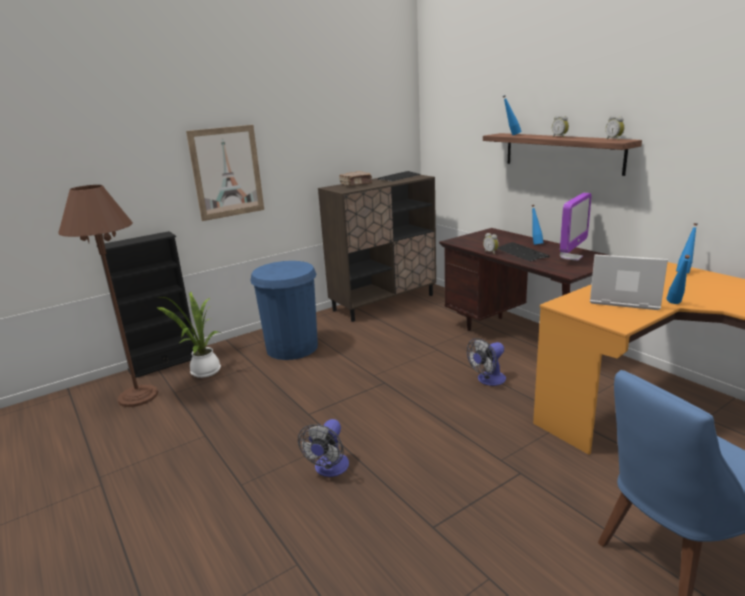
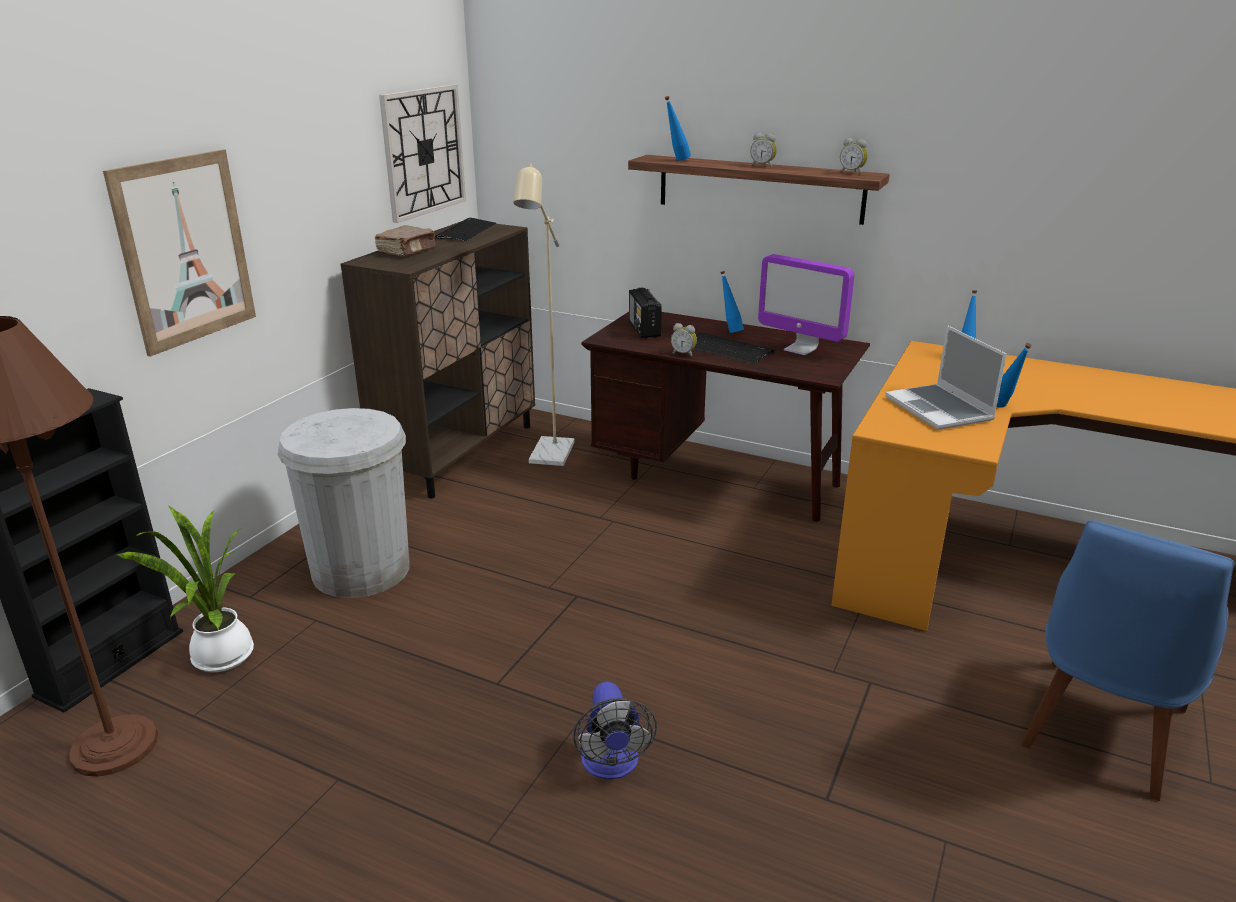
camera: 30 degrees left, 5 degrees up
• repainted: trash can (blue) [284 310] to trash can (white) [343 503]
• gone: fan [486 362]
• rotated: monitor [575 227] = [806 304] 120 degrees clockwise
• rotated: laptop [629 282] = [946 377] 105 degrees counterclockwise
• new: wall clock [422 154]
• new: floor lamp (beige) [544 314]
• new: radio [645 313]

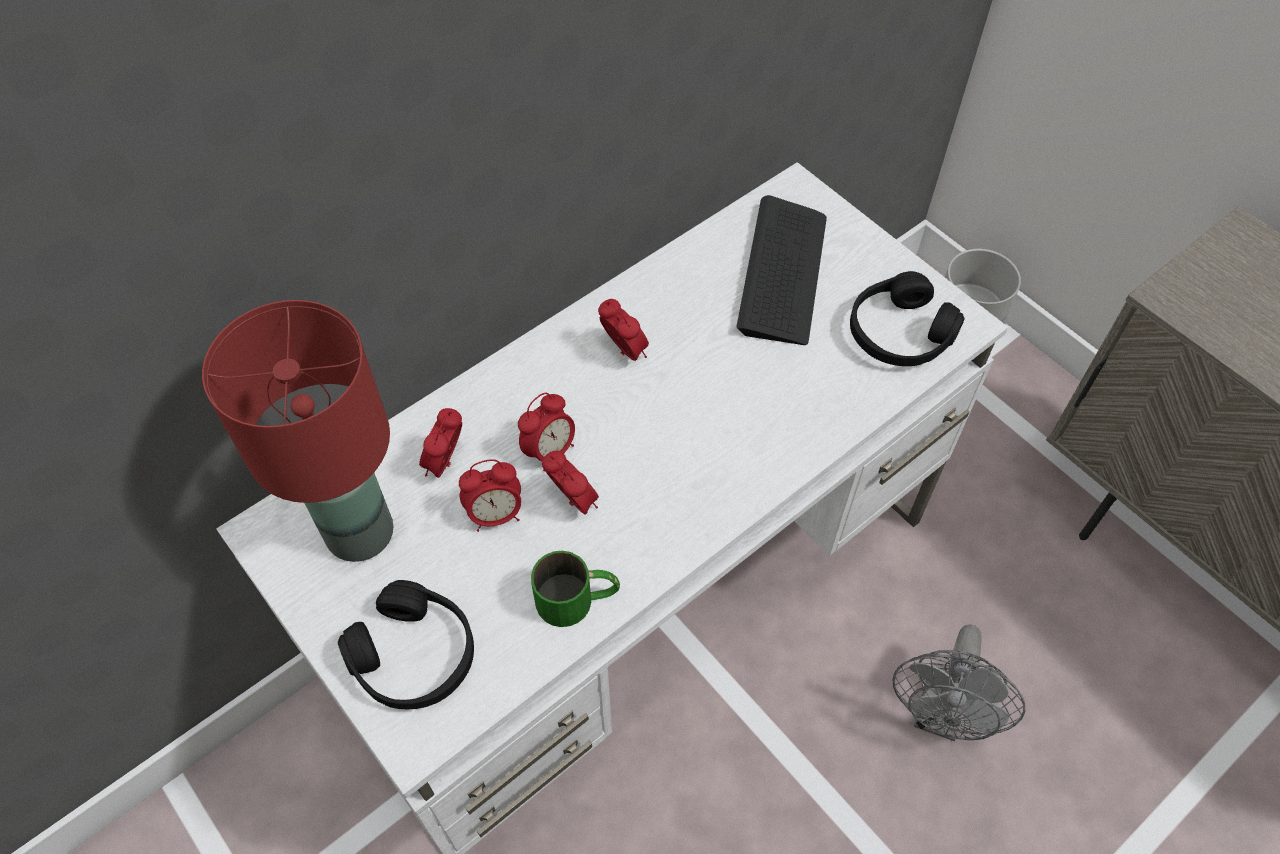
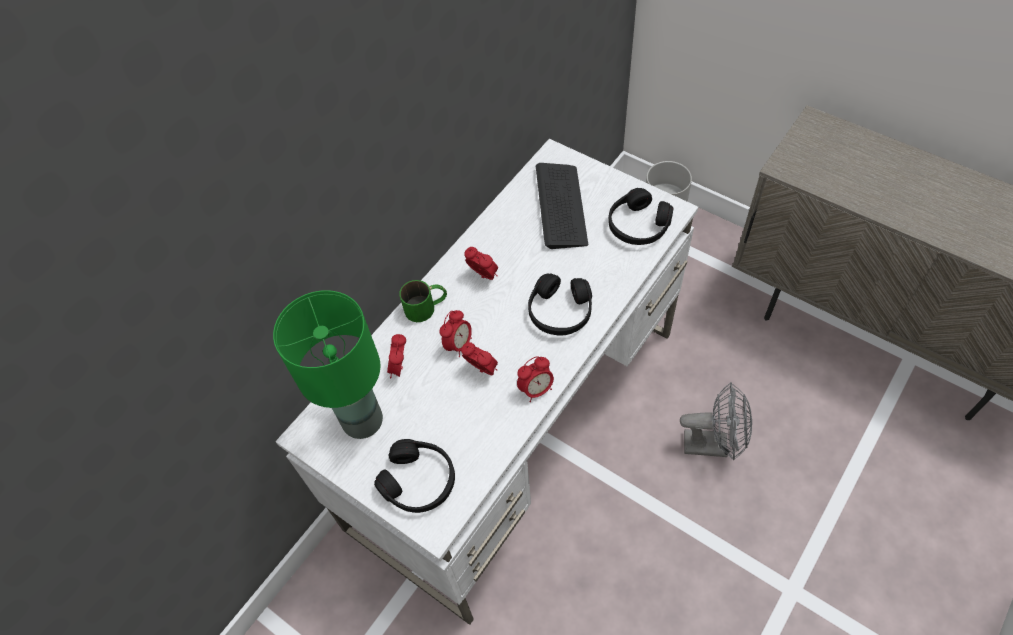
camera: 10 degrees left, 0 degrees up
• repainted: table lamp (red) [298 431] to table lamp (green) [328 364]
• shifted: alarm clock [490 495] to [535 379]
• shifted: mug (green) [575 589] to [423 301]
• rotated: fan (grey) [959 682] = [716 421] 90 degrees counterclockwise
• new: headphones (black) [560 304]

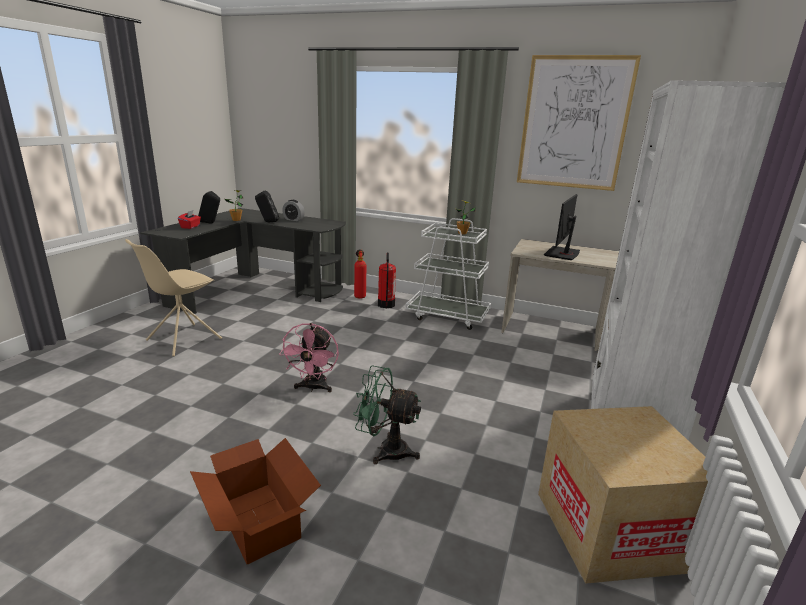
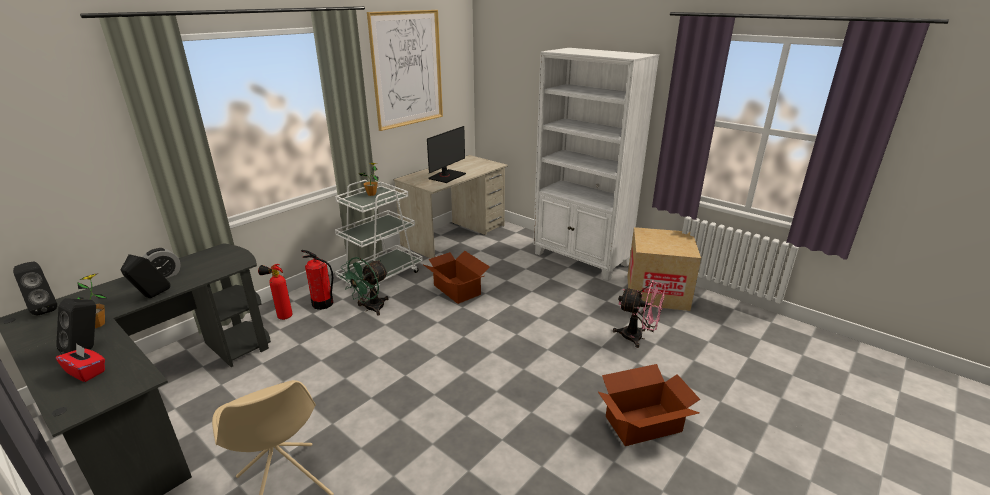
camera: 70 degrees left, 5 degrees up
• shifted: fan (pink) [309 357] to [639 314]
• shifted: fan (green) [387 415] to [364 286]
• rotated: monitor [562 227] = [446 154] 105 degrees counterclockwise
• new: speaker (black) [35 288]
• new: cardboard box [457 277]

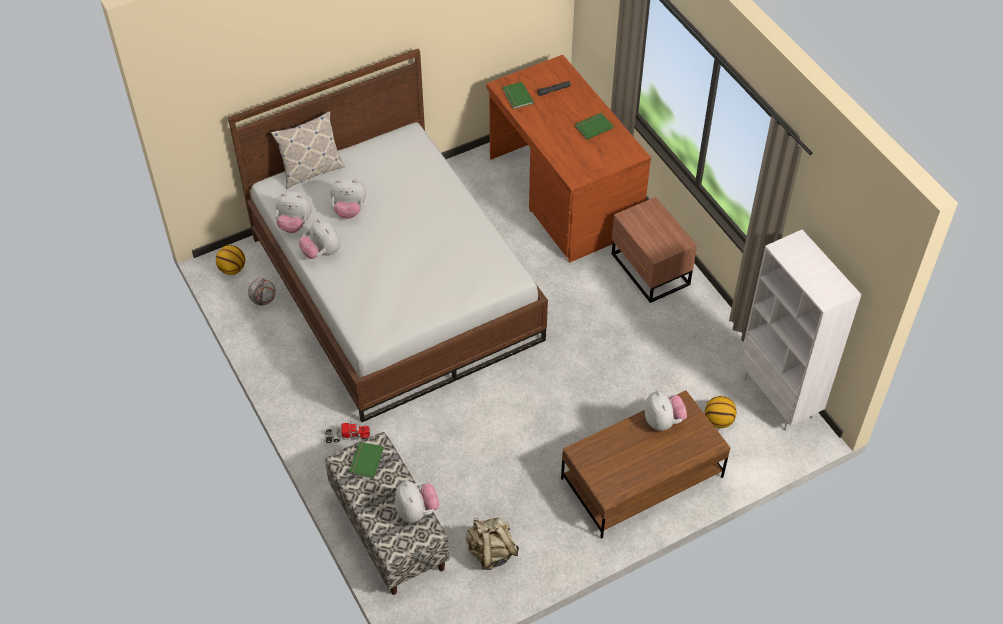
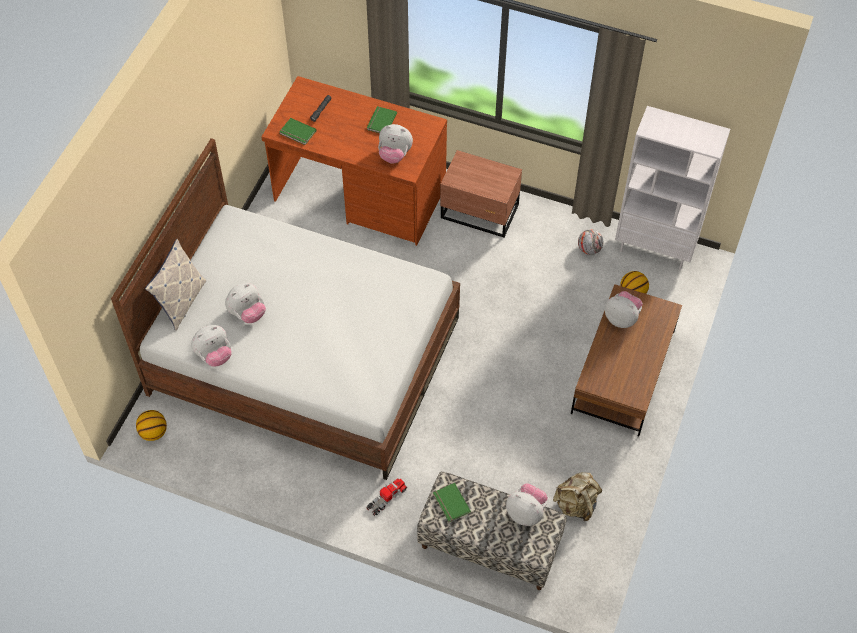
camera: 40 degrees left, 5 degrees up
• shifted: football [262 292] to [590 242]
• shifted: plush toy [319 239] to [395 144]

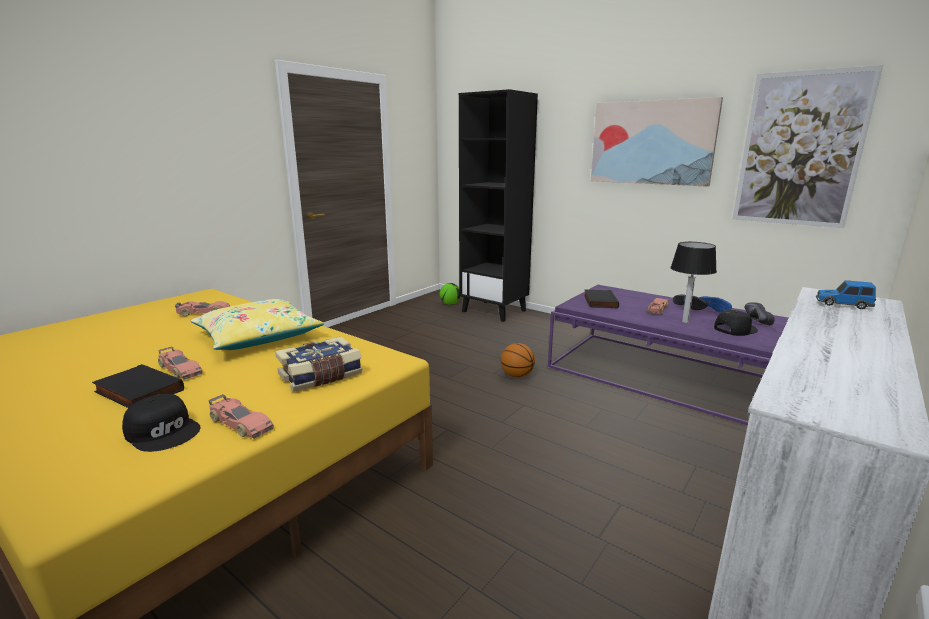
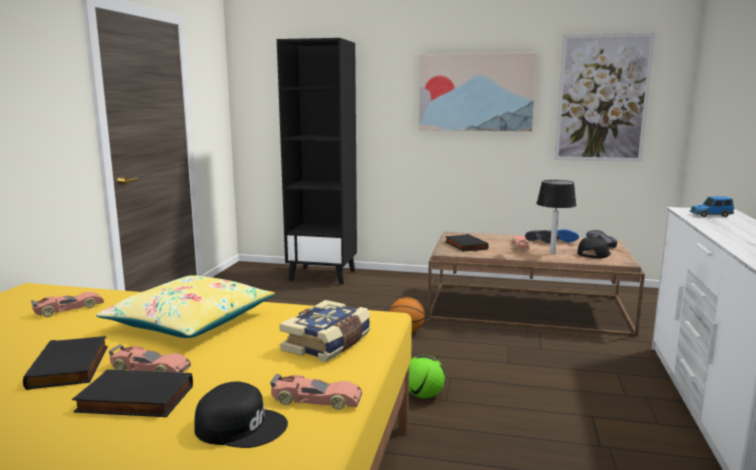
camera: 25 degrees left, 5 degrees down
• shifted: football [450 294] to [427 376]
• repainted: coffee table (purple) [668 355] to coffee table (brown) [536 284]
• new: book (black) [65 363]

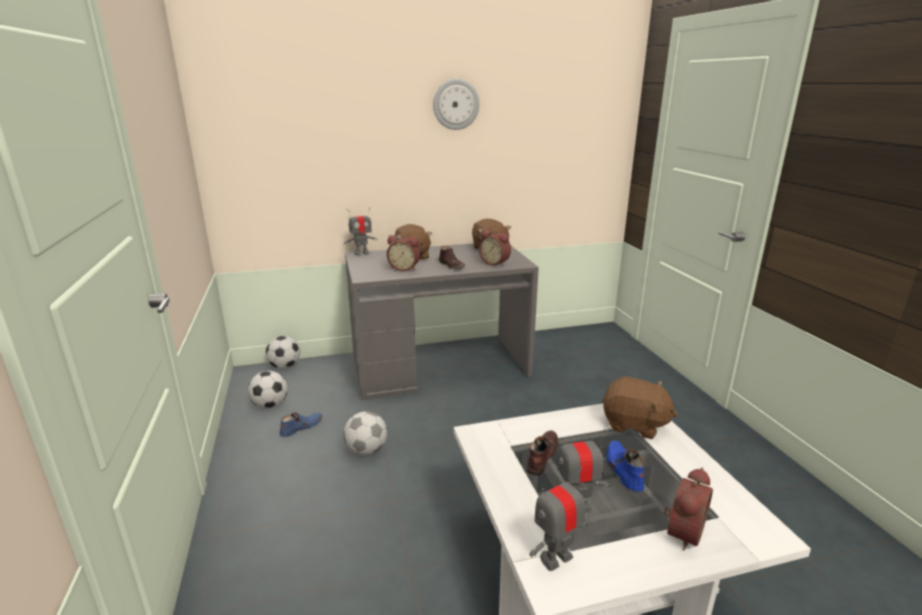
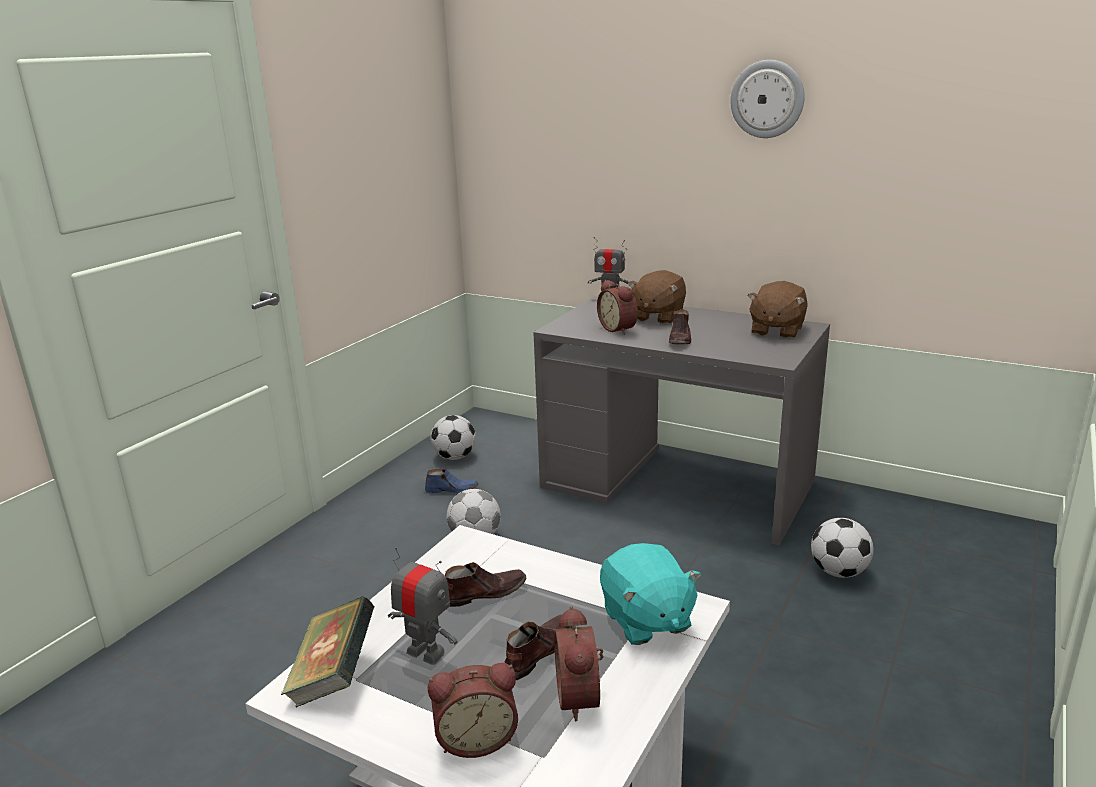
camera: 45 degrees right, 0 degrees up
• shifted: football [283 352] to [842 548]
• shifted: alarm clock [495 247] to [578 664]
• swapped: toy robot [558 519] to book [327 652]
• repainted: plush toy (brown) [640 407] to plush toy (turquoise) [650 594]
• repainted: shoe (blue) [625 465] to shoe (brown) [537 647]

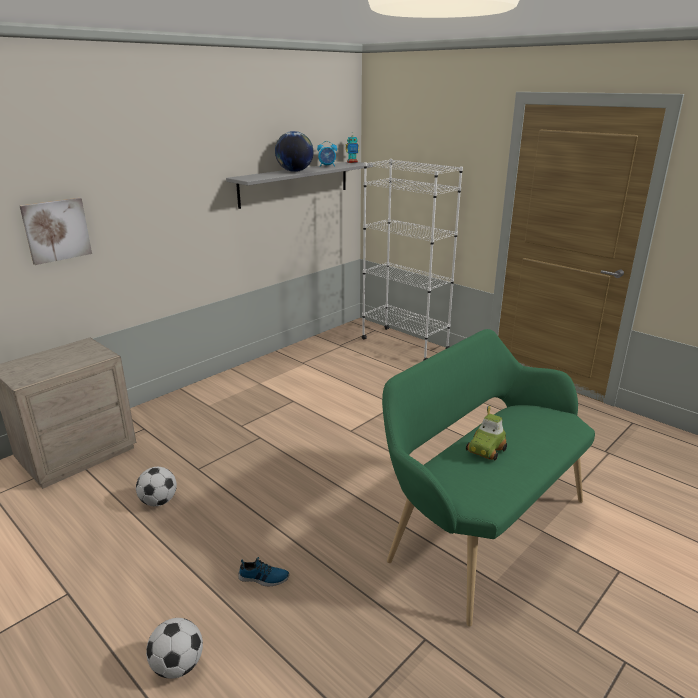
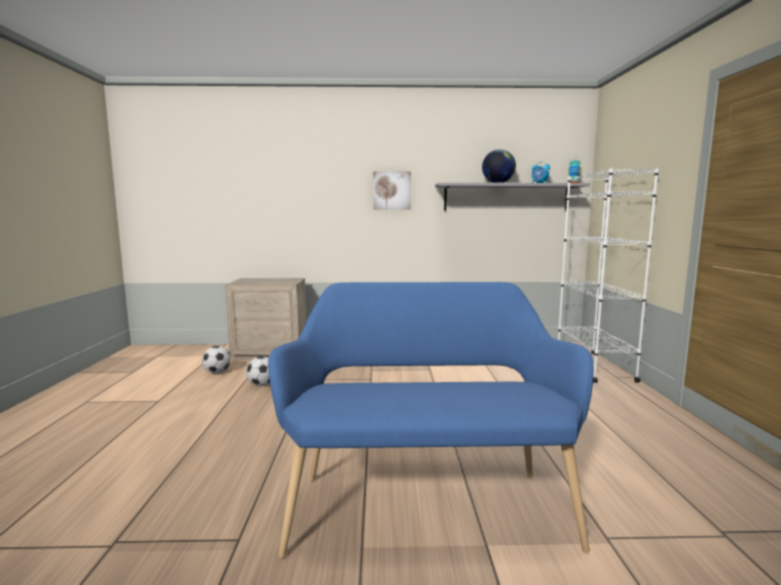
camera: 45 degrees right, 15 degrees down
• shifted: picture [56 231] to [392 190]
• shifted: football [174 648] to [216 359]
• gone: shoe [263 571]
• repainted: bench (green) [488 477] to bench (blue) [431 420]
• gone: toy car [486 433]

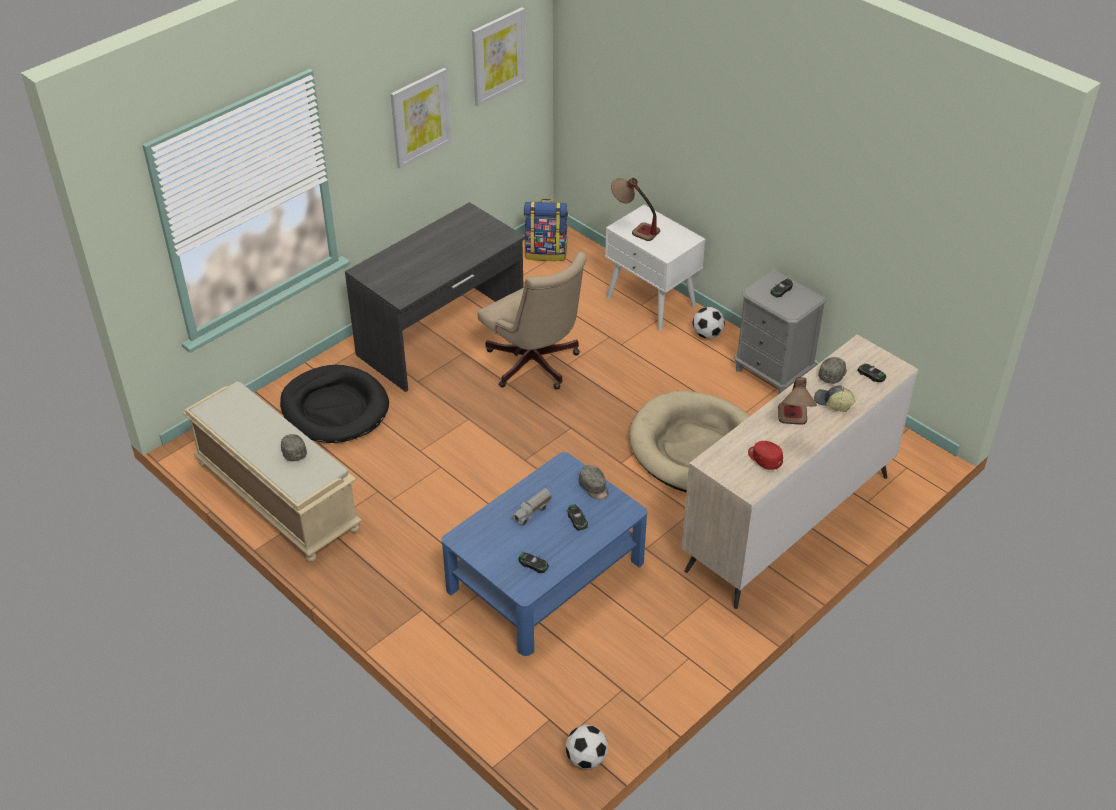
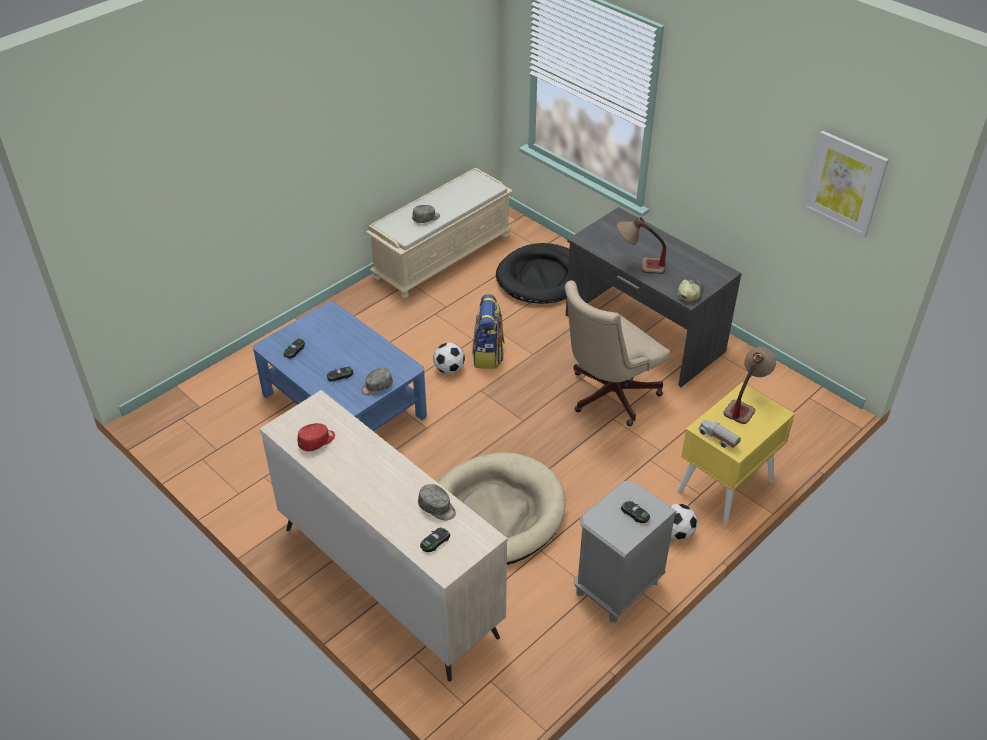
camera: 90 degrees right, 0 degrees up
• gone: picture [421 118]
• shifted: toy truck [532 506] to [719 434]
• shifted: backpack [546 230] to [488 331]
• shifted: football [587 747] to [449 358]
• repainted: nightstand (white) [655 268] to nightstand (yellow) [736 454]
• shifted: table lamp [797 401] to [641 245]
• shifted: cap [834 399] to [691 290]

